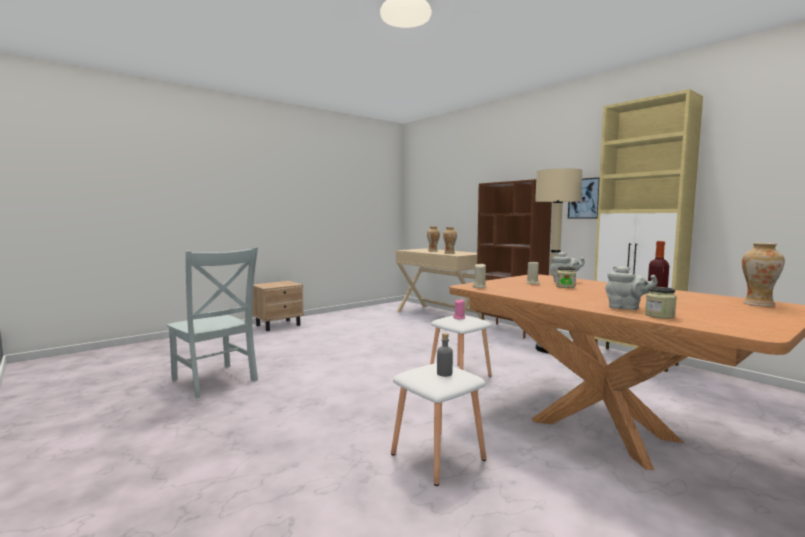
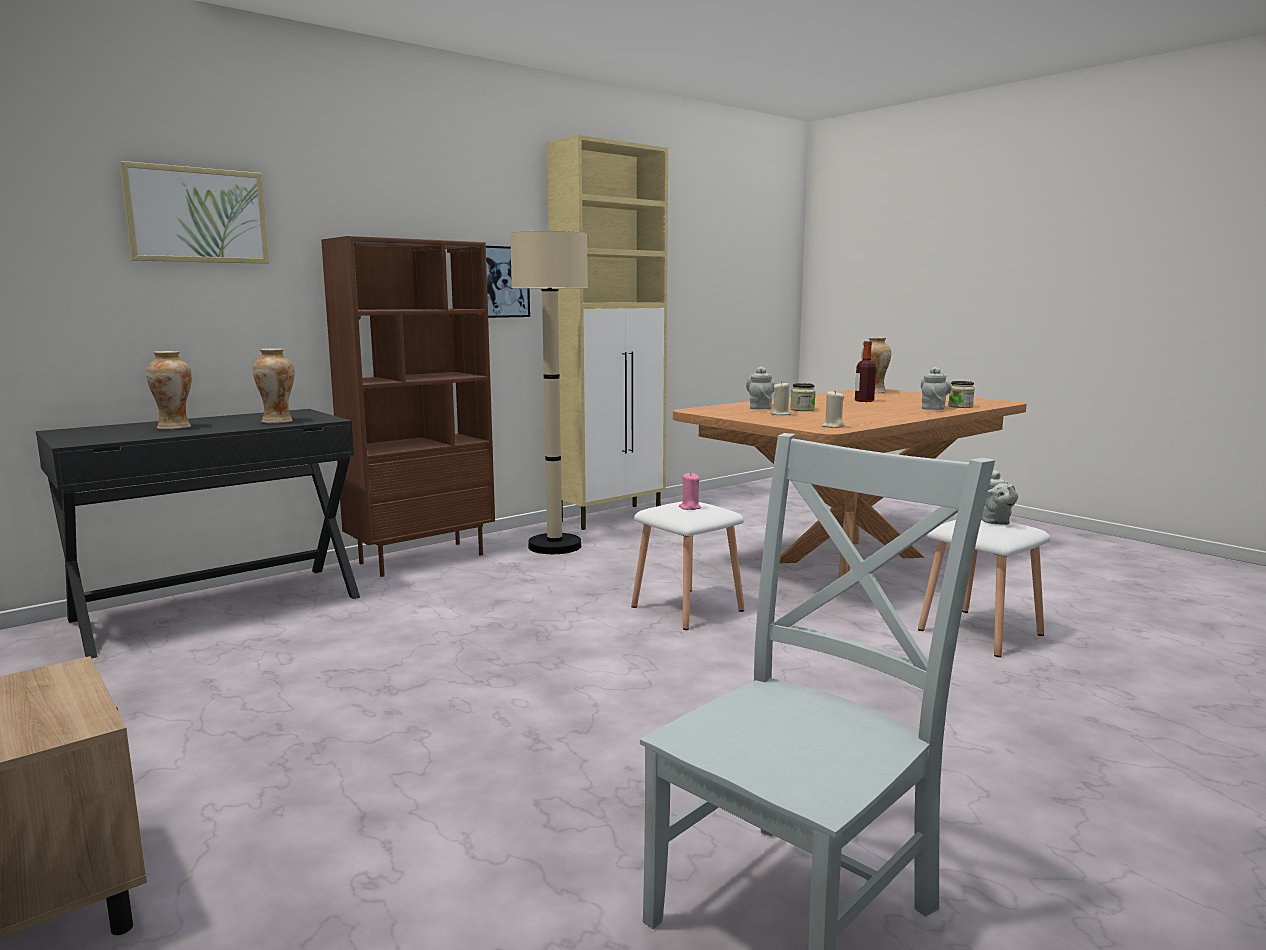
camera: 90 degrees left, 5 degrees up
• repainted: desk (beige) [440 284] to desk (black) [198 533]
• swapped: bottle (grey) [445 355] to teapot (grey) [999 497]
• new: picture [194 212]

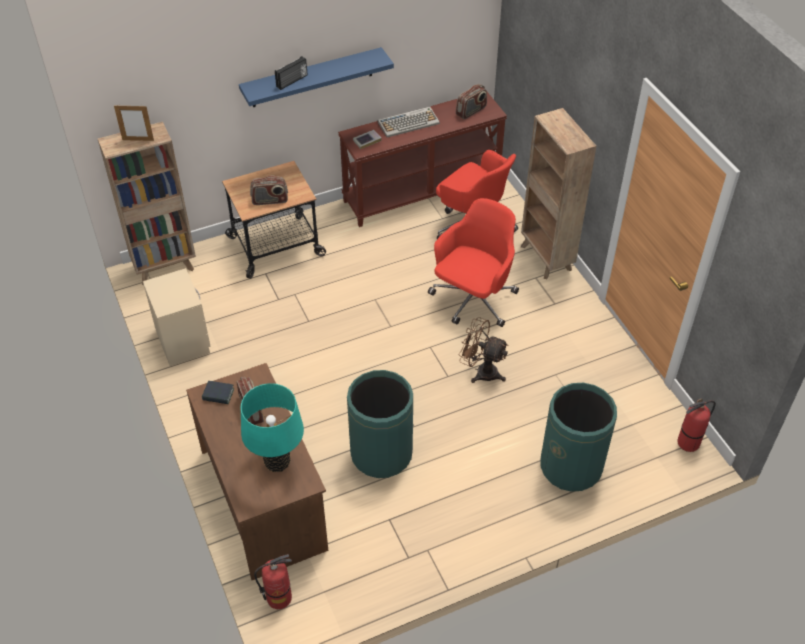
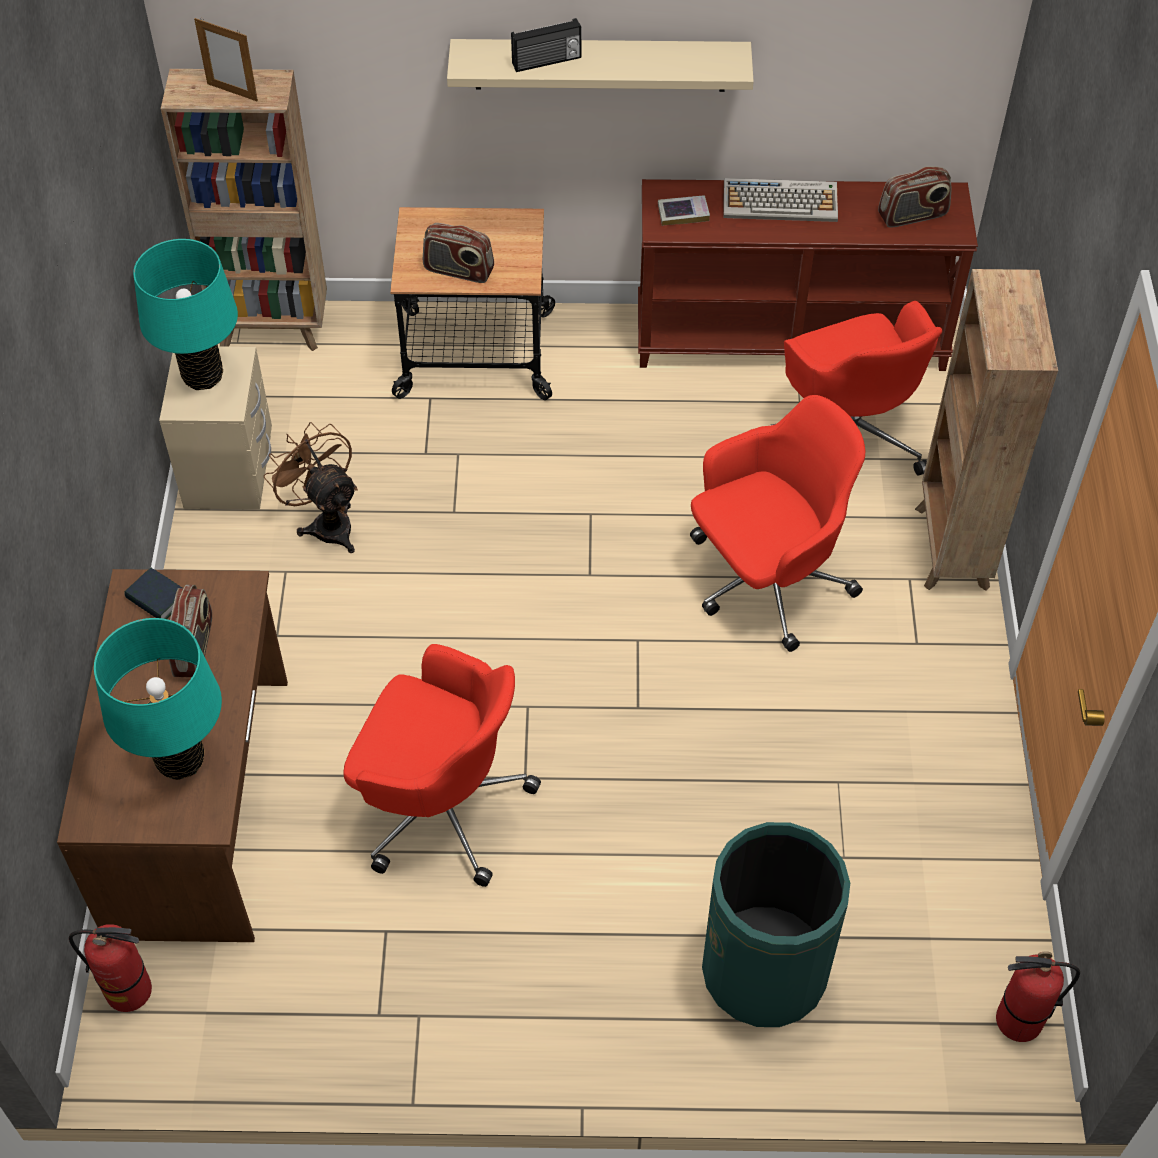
camera: 25 degrees right, 5 degrees up
• repainted: shelf (blue) [316 77] to shelf (beige) [600 65]
• swapped: trash can (green) [380 424] to office chair (red) [442 765]
• shifted: fan (brown) [483 350] to [311 487]
• new: table lamp (turquoise) [185 314]

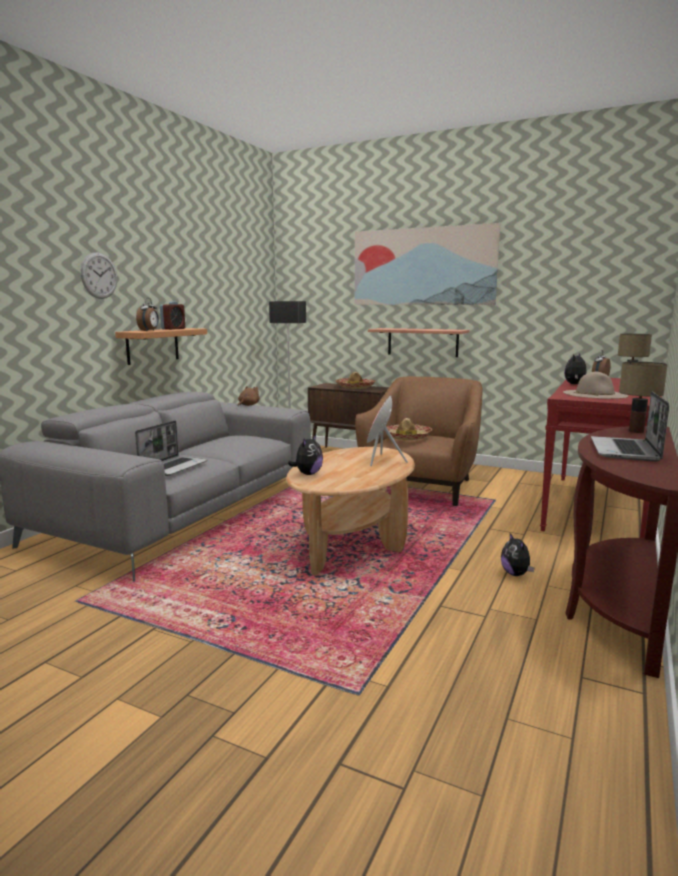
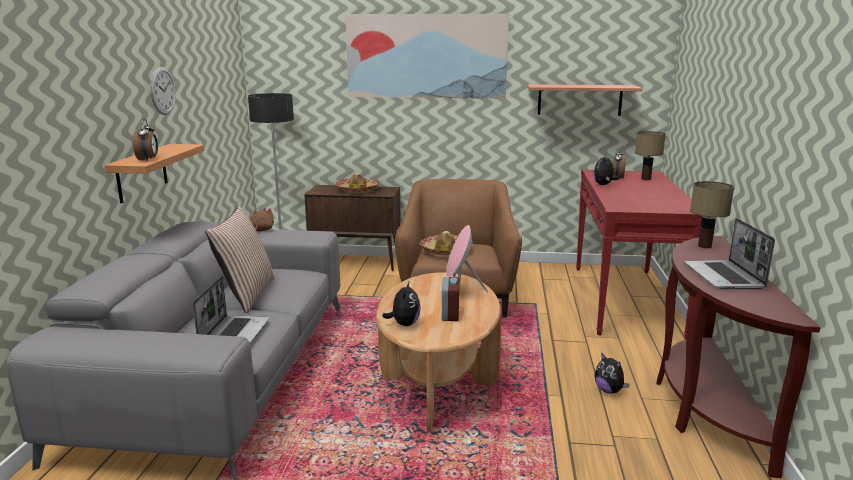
camera: 20 degrees left, 5 degrees up
• shifted: wall clock [99 275] to [163 91]
• shifted: alarm clock [172 316] to [450 299]
• shifted: shelf [418 342] to [585 100]
• gone: hat (beige) [595 385]
• new: pillow [240 259]

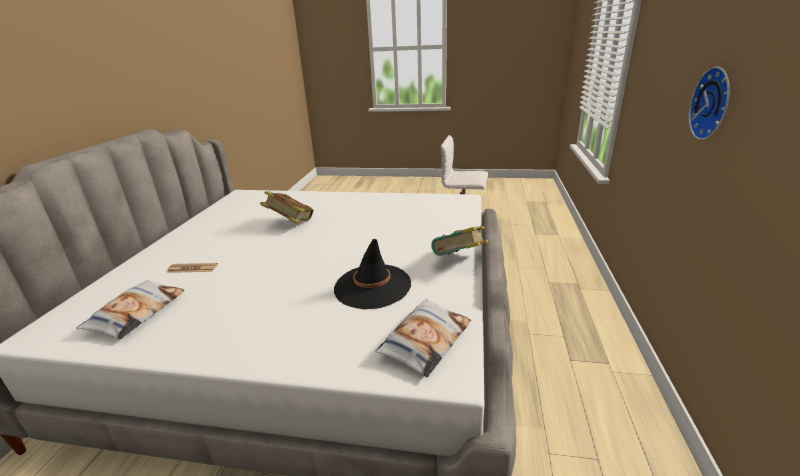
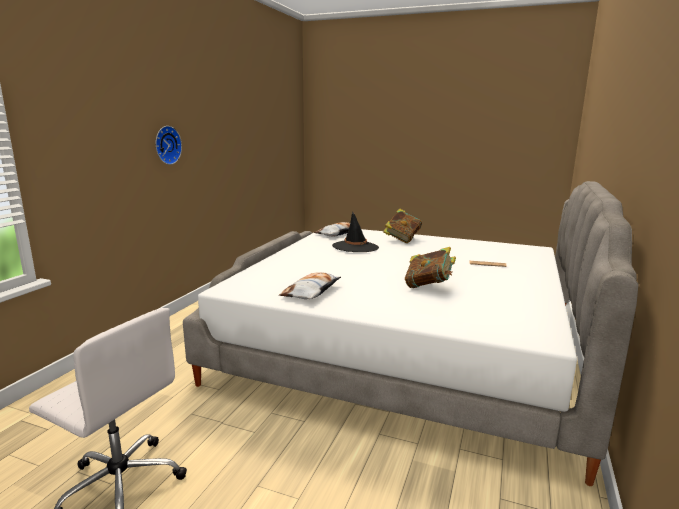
camera: 170 degrees left, 10 degrees down
• shifted: pillow [130 309] to [310 285]
• shifted: book [459 241] to [402 225]

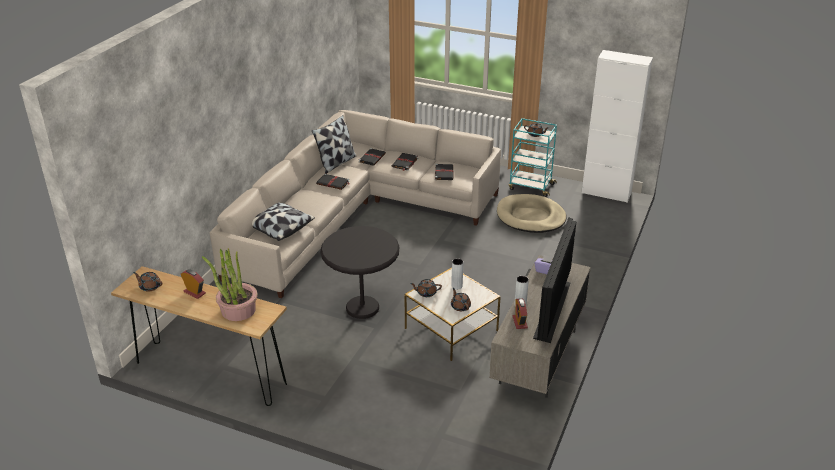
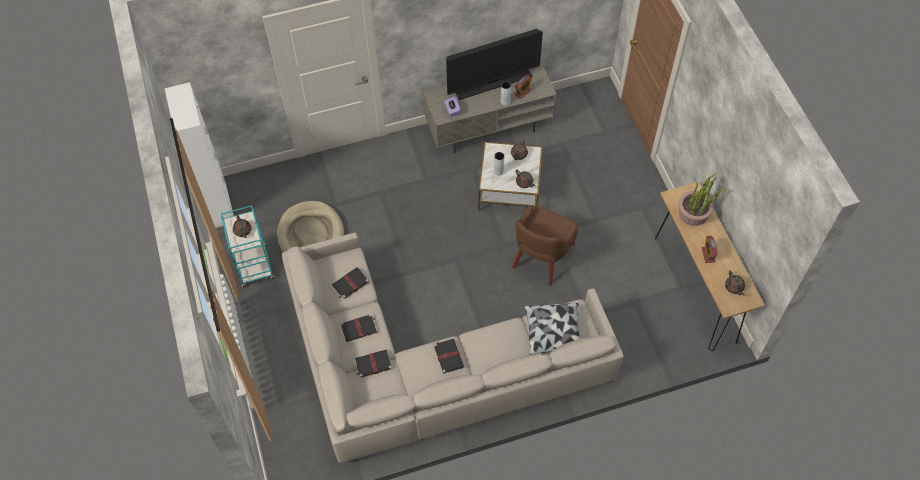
camera: 130 degrees left, 25 degrees up
• gone: pillow [334 144]
• swapped: side table (black) [359 272] to armchair (brown) [545 245]

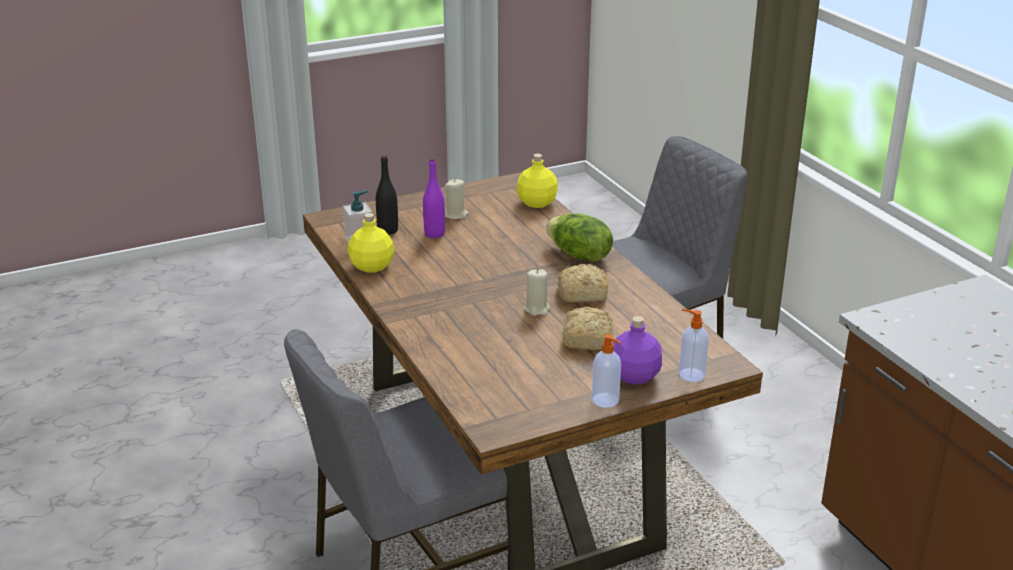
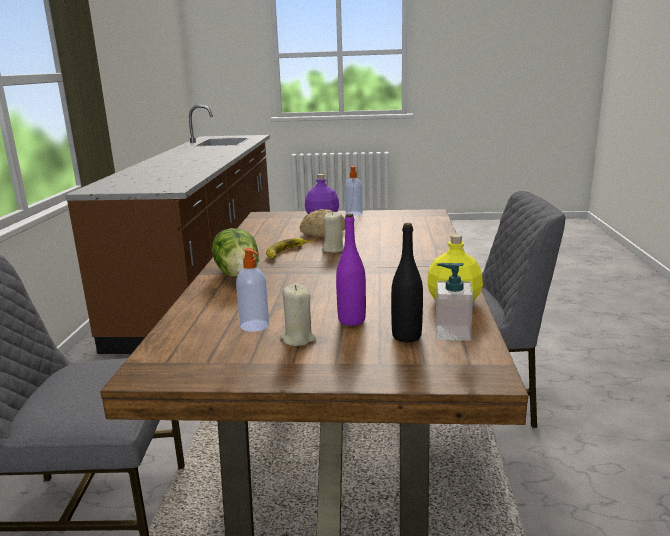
camera: 150 degrees left, 10 degrees down
• gone: bottle (yellow) [537 181]
• swapped: bread [582 283] to banana [289 248]
• shifted: soap dispenser [694 345] to [252 290]

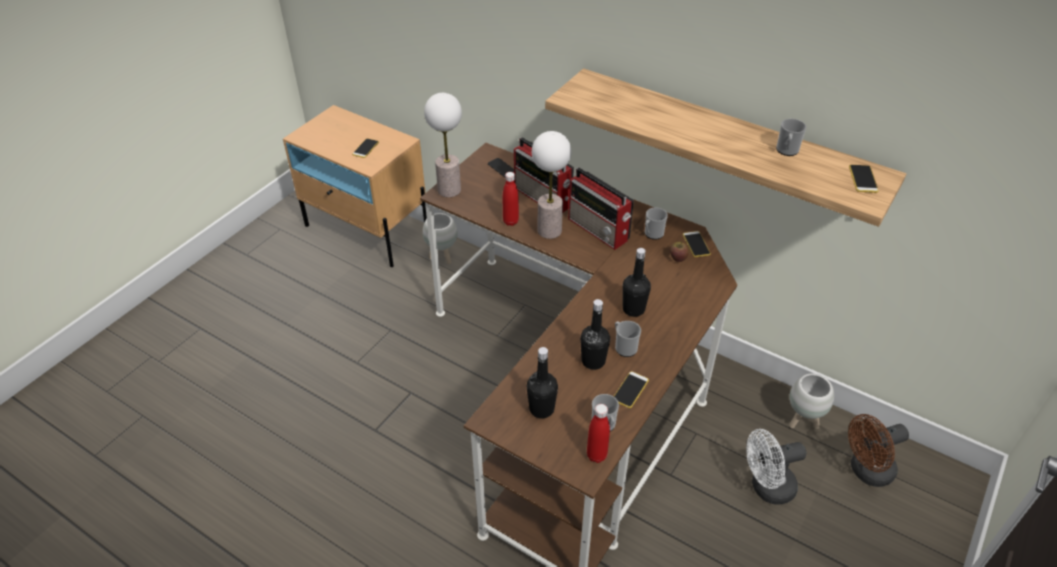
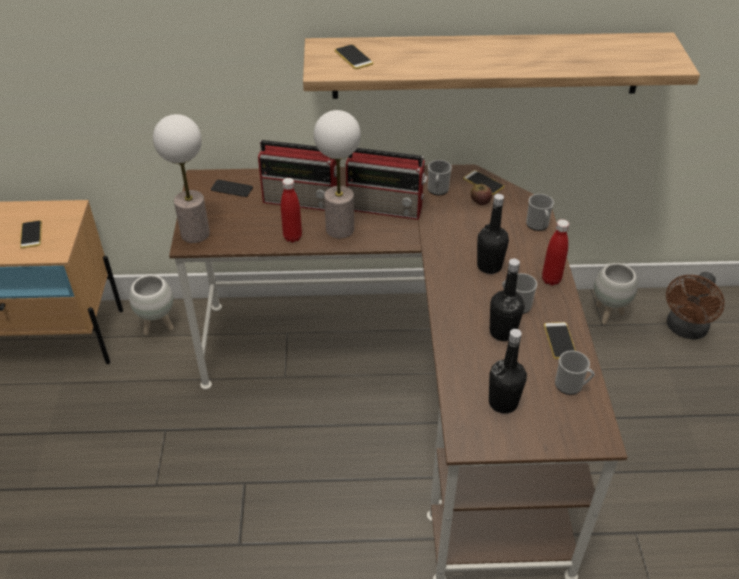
camera: 35 degrees left, 0 degrees up
• shifted: bottle (red) [598 433] to [555 252]
• gone: fan (white) [776 467]
• shifted: mug [791 137] to [540 212]
• shifted: phone [864 179] to [354 56]

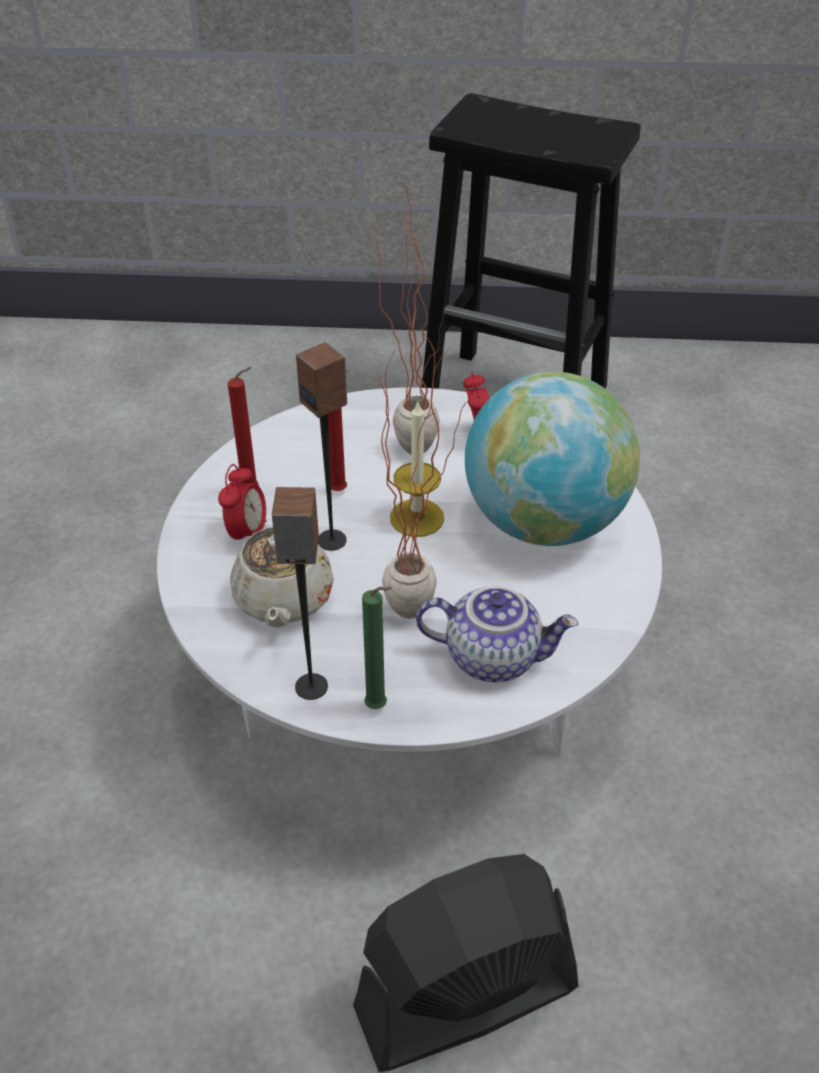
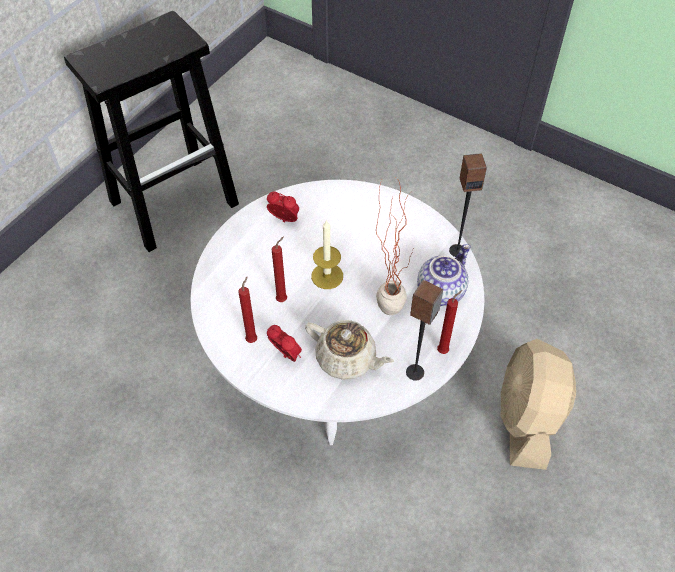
camera: 60 degrees left, 10 degrees up
• shifted: speaker [321 446] to [468 205]
• repainted: fan (black) [465 963] to fan (beige) [538 404]
• repainted: candle (green) [377 648] to candle (red) [449 322]
• gone: potted plant [410 319]
• gone: globe [552 459]

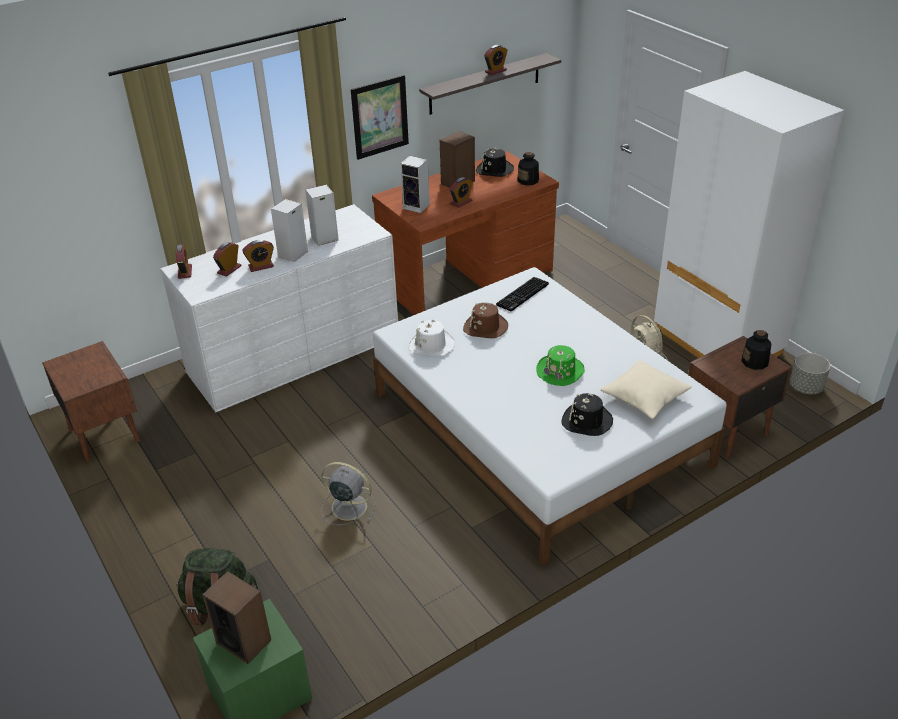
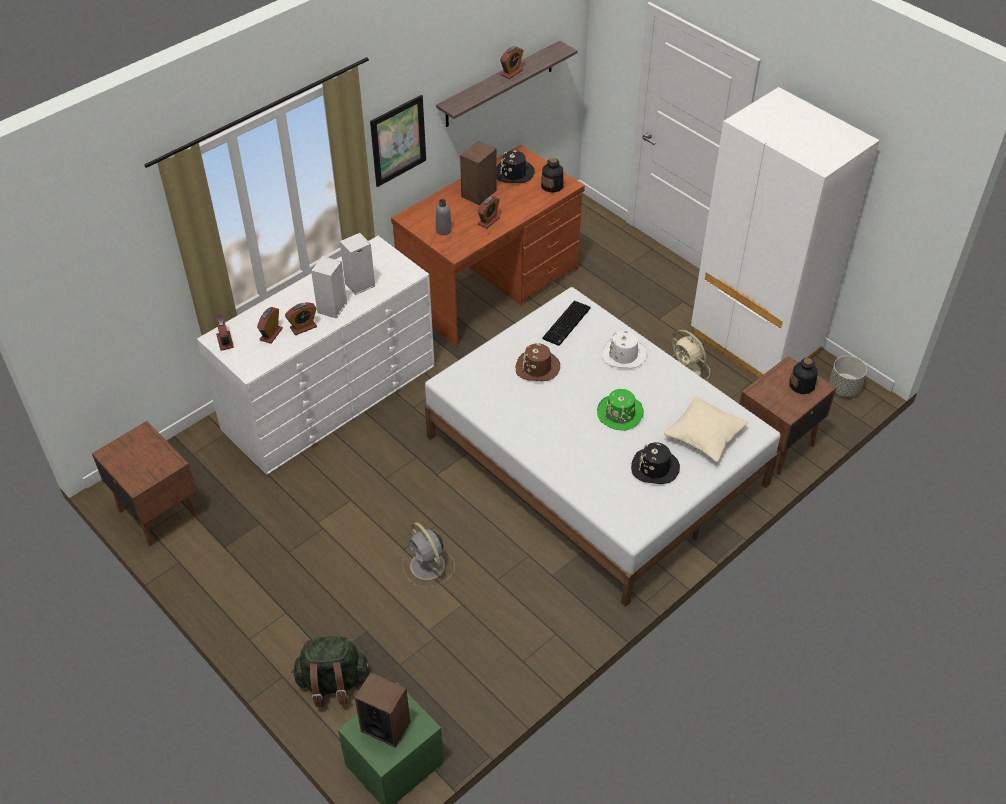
camera: 10 degrees left, 10 degrees up
• rotated: fan (grey) [348 493] = [428 555] 135 degrees counterclockwise
• swapped: speaker [415 184] to bottle (grey) [444 217]
• shifted: hat (white) [432 338] to [625 349]

